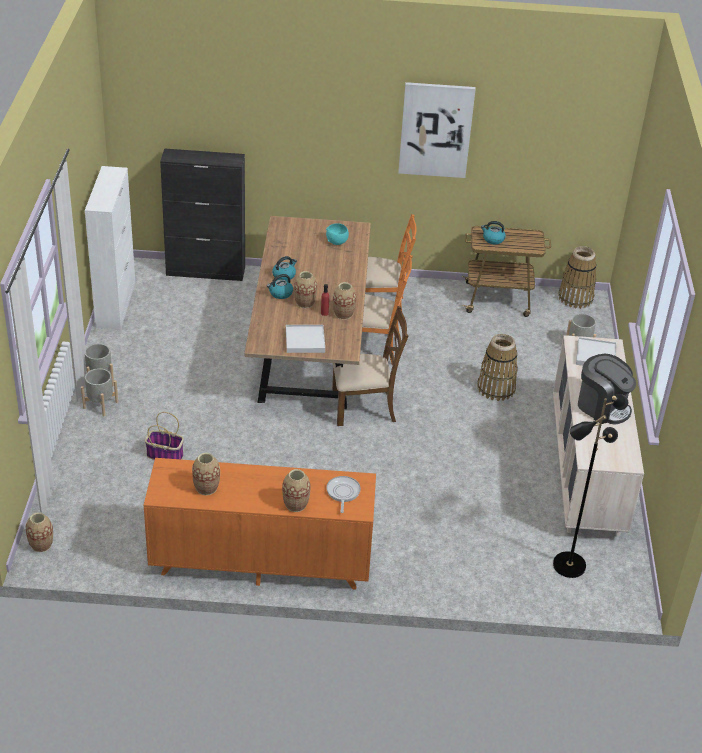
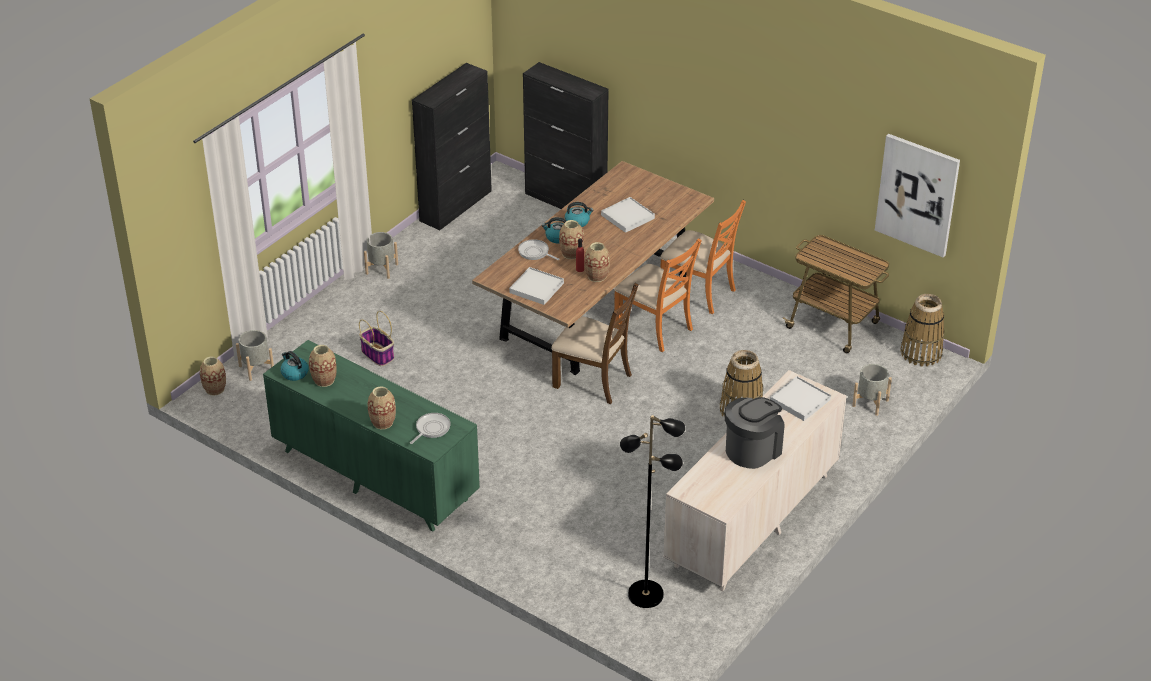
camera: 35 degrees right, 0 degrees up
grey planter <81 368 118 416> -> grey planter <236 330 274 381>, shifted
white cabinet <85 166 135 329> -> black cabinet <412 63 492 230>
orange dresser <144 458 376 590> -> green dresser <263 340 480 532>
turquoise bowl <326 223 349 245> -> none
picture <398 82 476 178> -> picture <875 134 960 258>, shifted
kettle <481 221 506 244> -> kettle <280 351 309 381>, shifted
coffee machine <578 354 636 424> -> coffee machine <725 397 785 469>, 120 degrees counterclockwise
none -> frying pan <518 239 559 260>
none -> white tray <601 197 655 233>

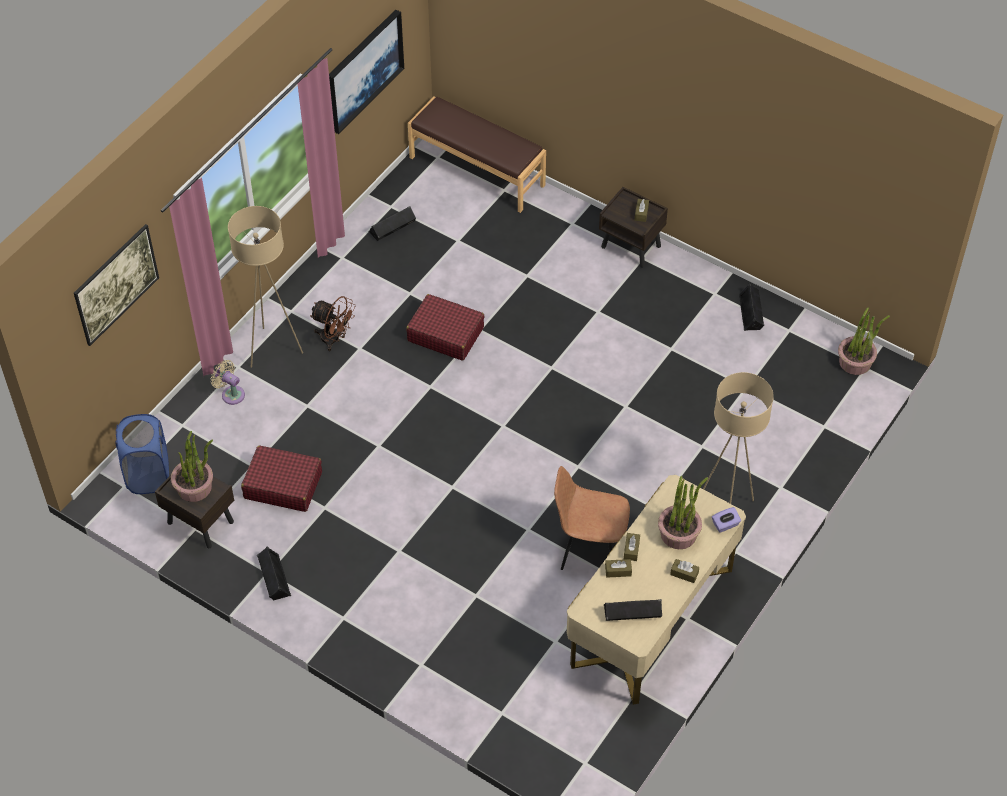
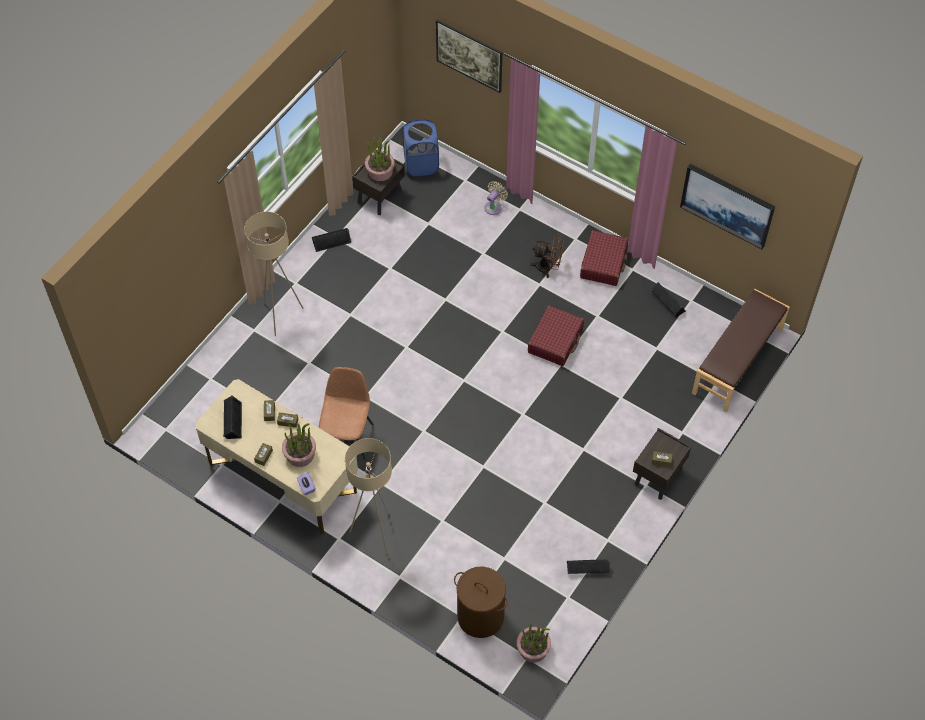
camera: 90 degrees right, 5 degrees up
beige floor lamp <228 206 303 368> -> beige floor lamp <244 212 304 336>, shifted
red suitcase <241 446 322 512> -> red suitcase <580 230 628 286>, shifted
brown fan <310 296 356 351> -> brown fan <530 234 564 278>, 105 degrees counterclockwise
none -> brown laundry basket <454 566 508 638>

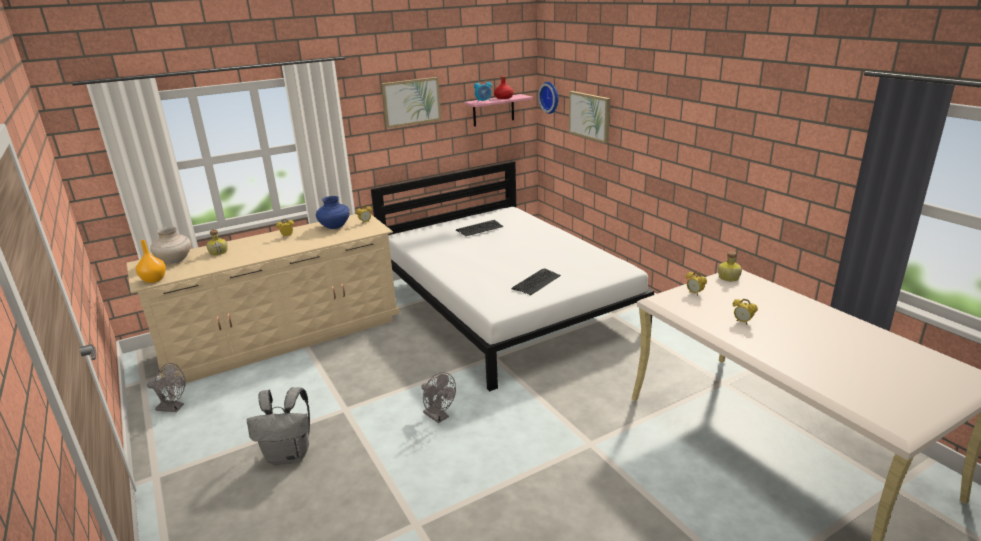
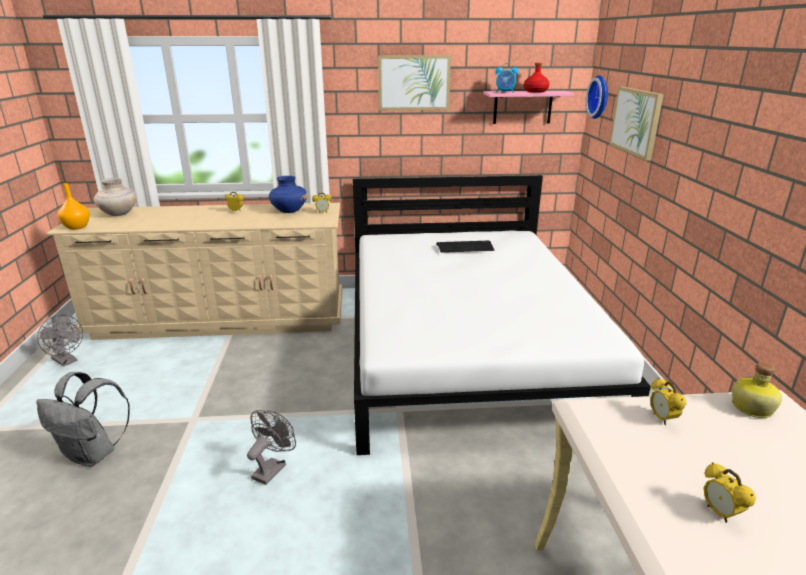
camera: 25 degrees right, 0 degrees up
bottle <206 230 228 255> -> none
grey fan <421 372 456 423> -> grey fan <247 410 296 485>, 135 degrees counterclockwise
keyboard <512 268 561 295> -> none

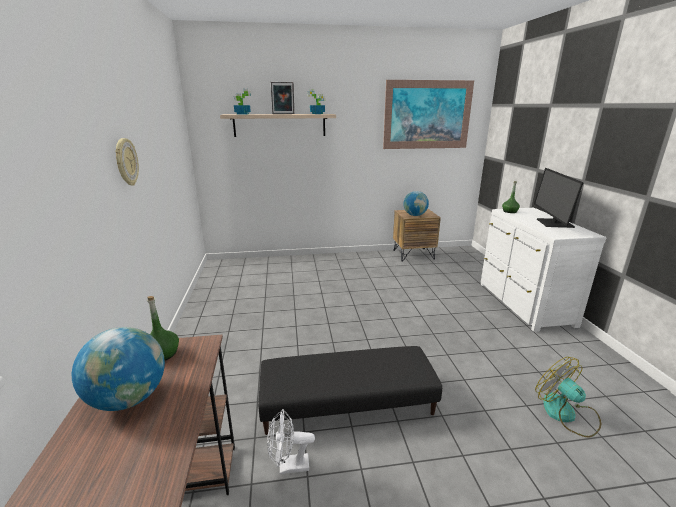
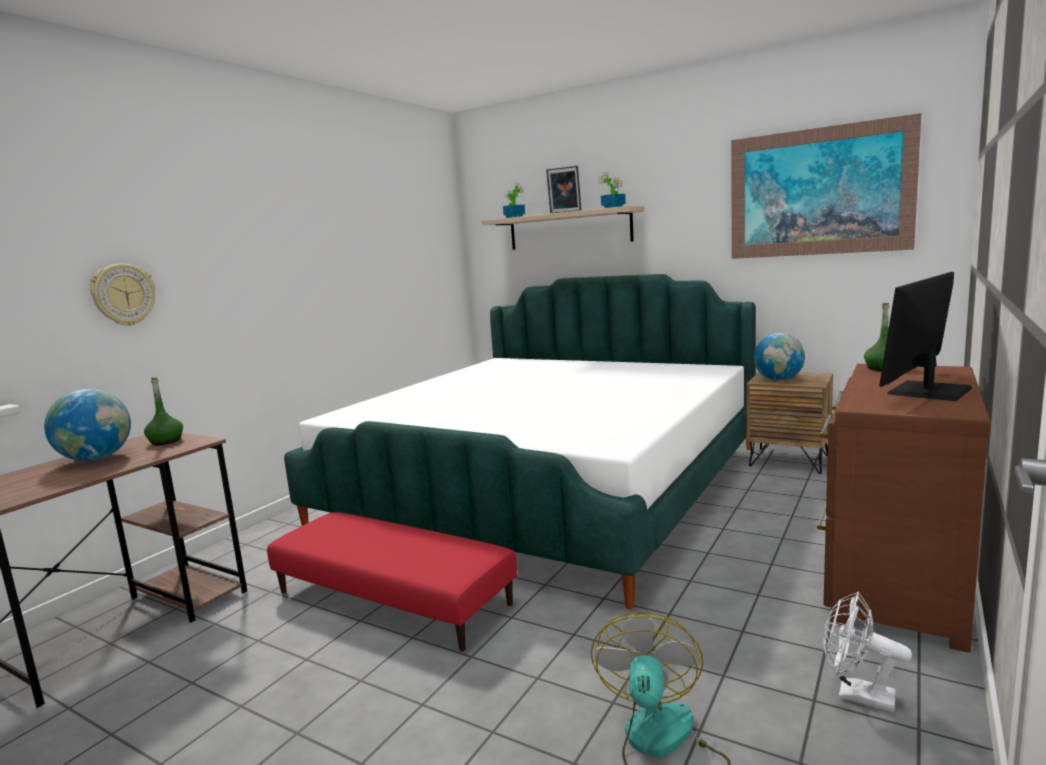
camera: 40 degrees right, 10 degrees down
wall clock <115 138 139 186> -> wall clock <90 263 155 326>, shifted
black ottoman <258 346 442 435> -> red ottoman <267 512 517 651>
white fan <267 409 315 474> -> white fan <823 591 912 712>, shifted
white dresser <481 208 606 332> -> brown dresser <817 364 991 653>
none -> bed <284 274 756 609>

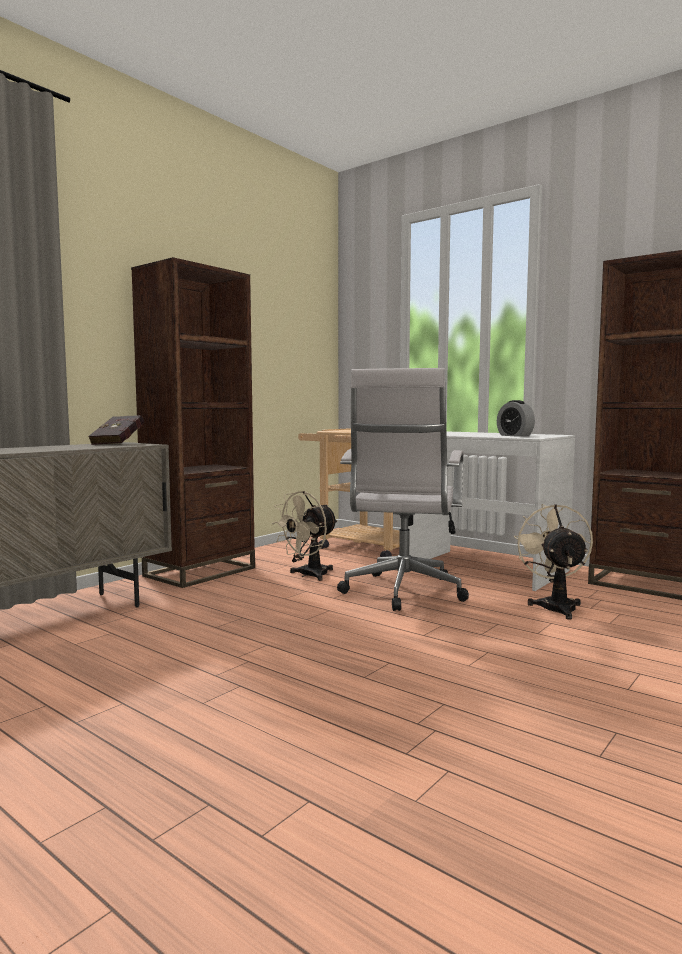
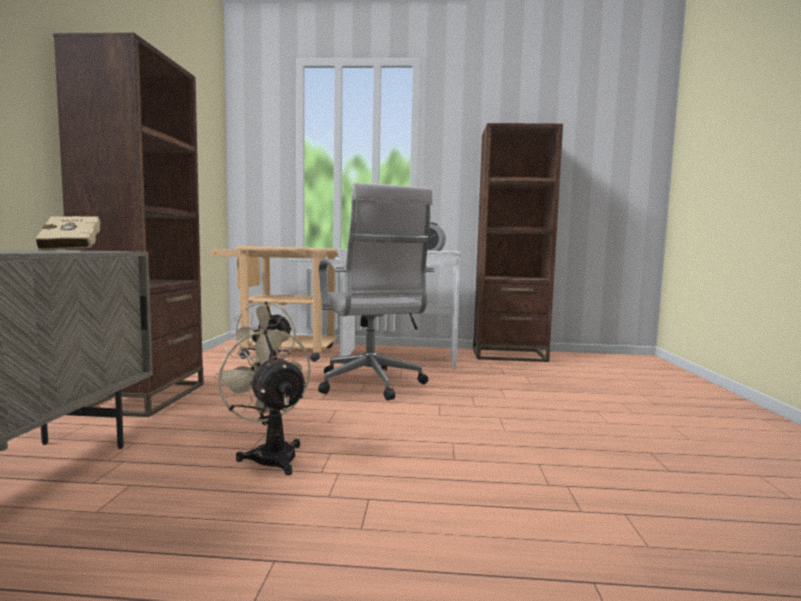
camera: 35 degrees left, 0 degrees up
red book <88 415 144 445> -> beige book <35 216 100 250>
beige fan <514 504 593 620> -> beige fan <214 329 311 475>, shifted

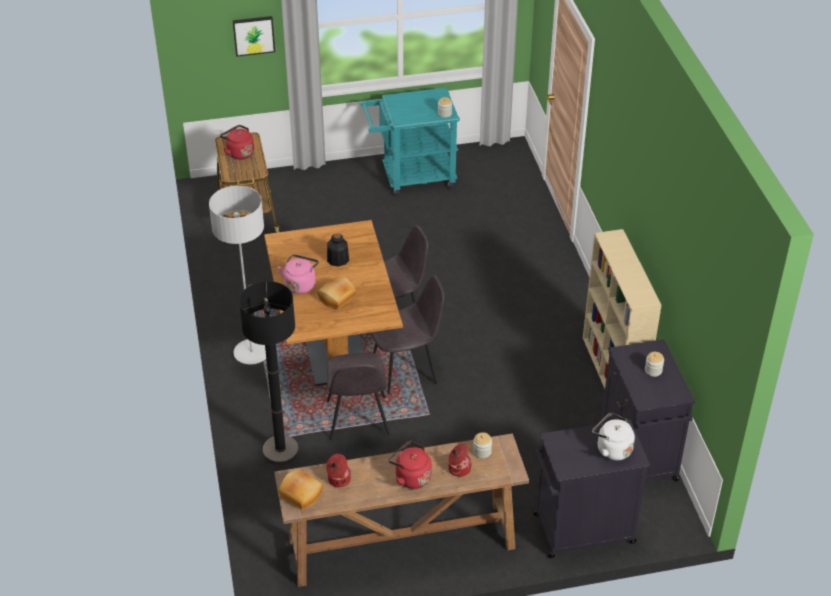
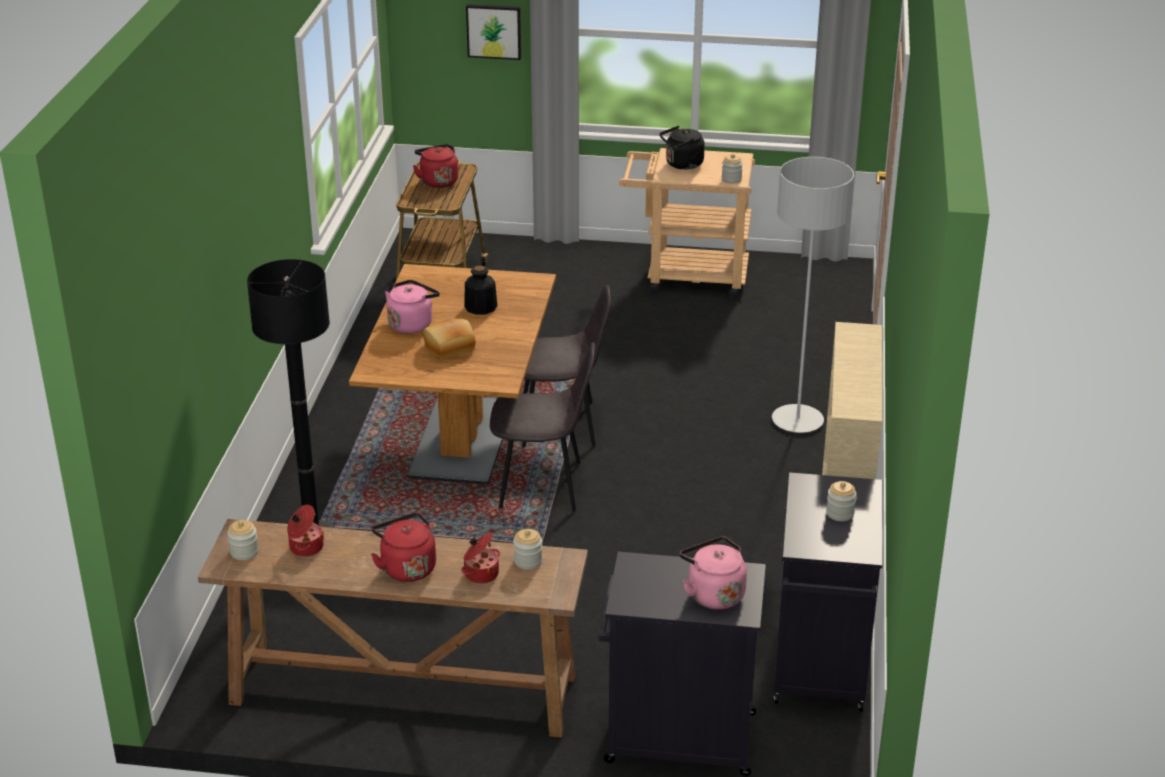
camera: 20 degrees right, 10 degrees down
grey floor lamp <209 186 266 364> -> grey floor lamp <772 157 854 433>, shifted
bread <279 470 323 510> -> jar <227 520 259 560>
grey chair <327 353 390 440> -> none
turquoise cart <360 88 460 196> -> beige cart <619 148 755 298>
white kettle <592 413 635 461> -> pink kettle <680 537 747 610>
none -> black kettle <660 126 705 170>

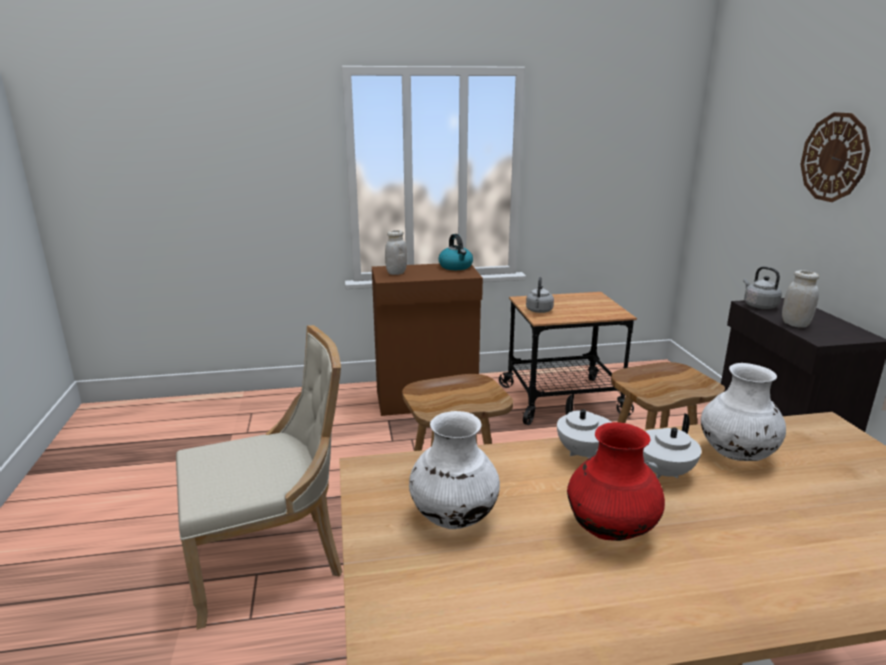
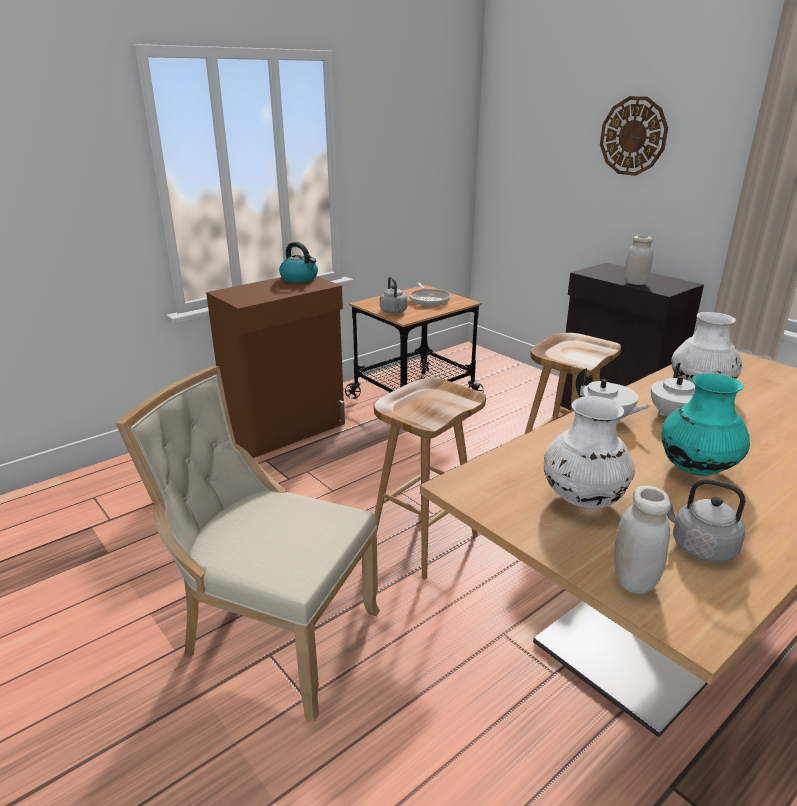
camera: 30 degrees left, 5 degrees up
beige chair <176 325 343 630> -> beige chair <116 366 380 722>, 105 degrees counterclockwise
white jar <385 230 407 275> -> white jar <614 486 671 594>, shifted
red vase <567 422 665 541> -> turquoise vase <661 373 750 476>
grey kettle <743 266 782 309> -> grey kettle <667 479 745 562>, shifted
none -> frying pan <409 282 451 306>

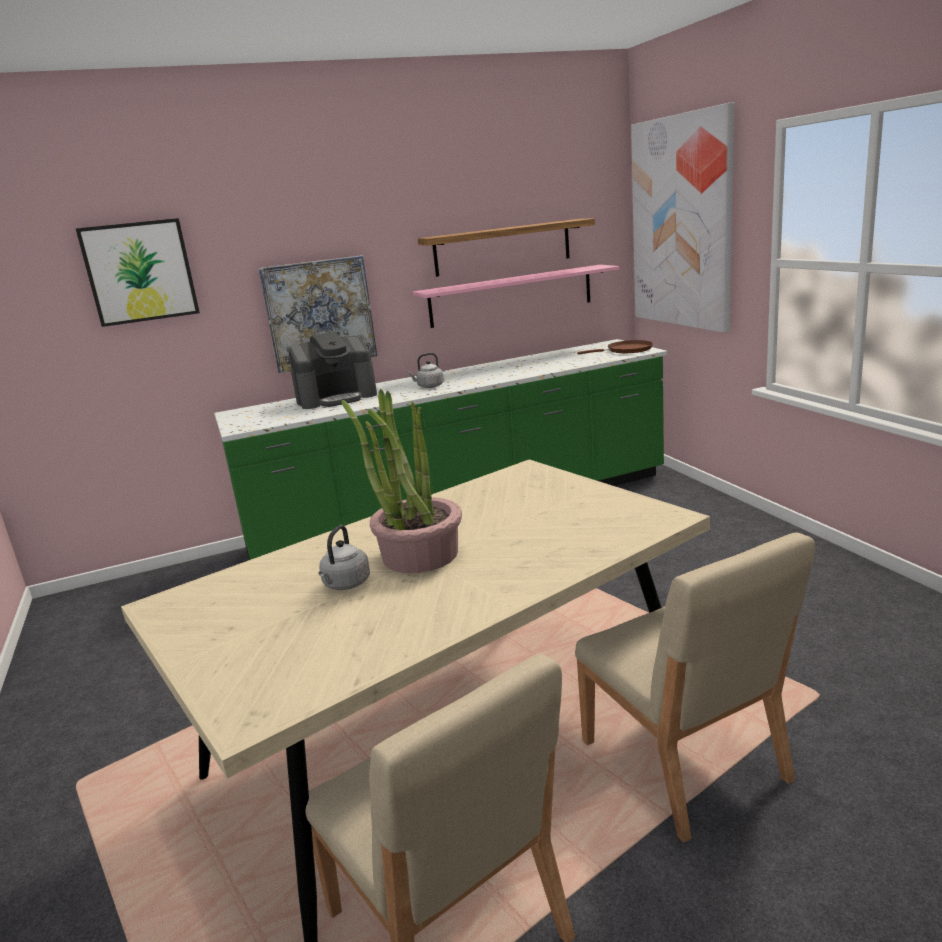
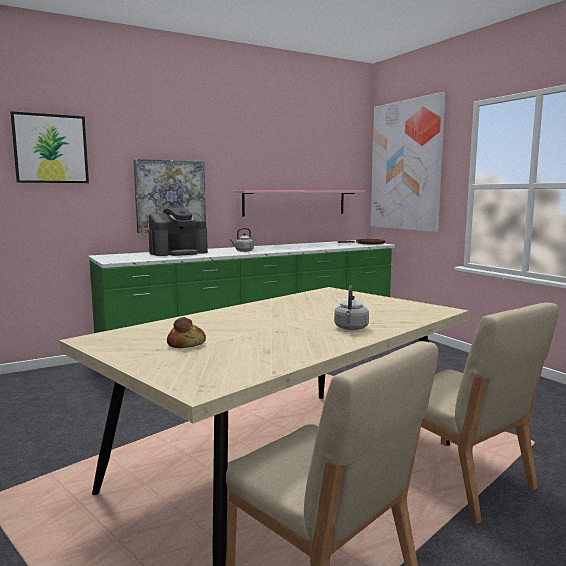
camera: 10 degrees left, 10 degrees down
grey kettle <319 525 370 590> -> grey kettle <334 285 369 330>, shifted
potted plant <341 389 462 573> -> none
shelf <418 218 595 277> -> none
none -> bread <167 317 206 348>

